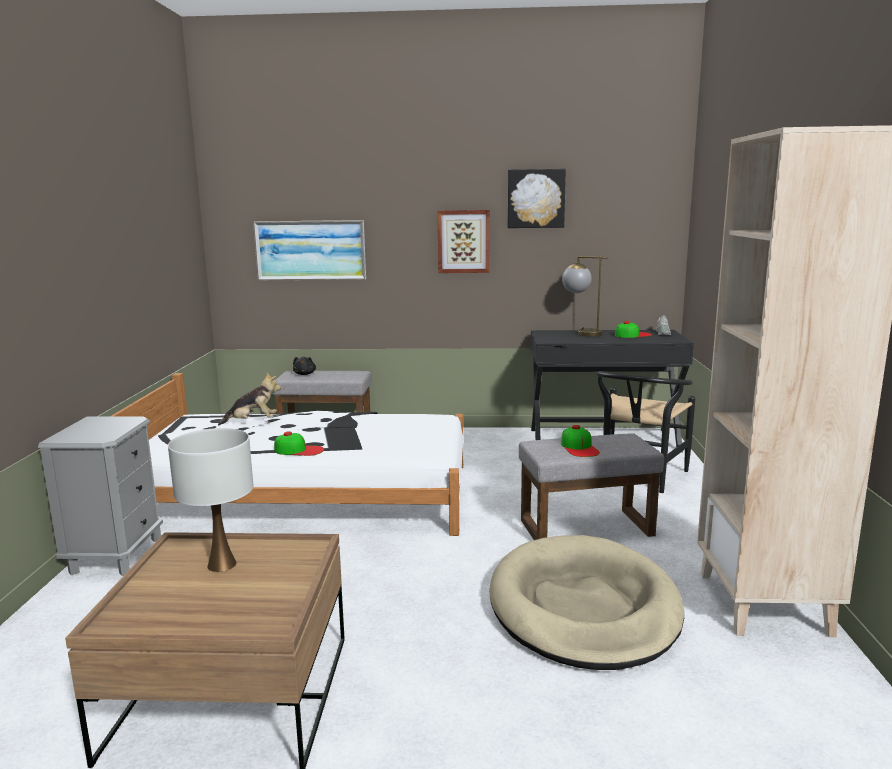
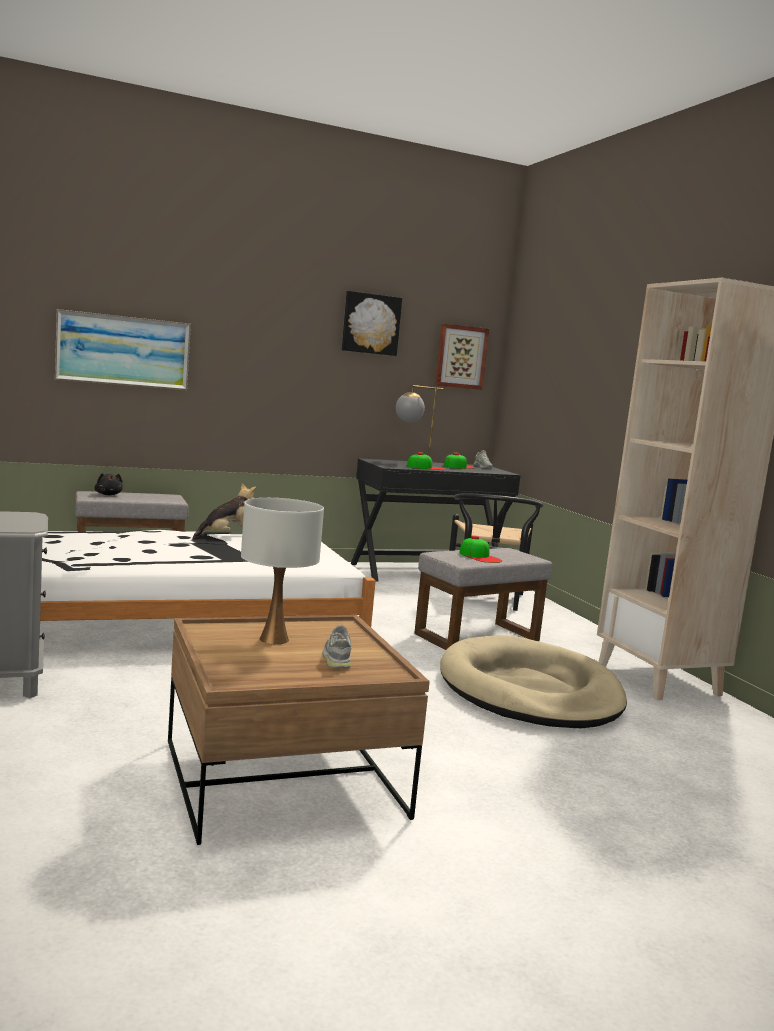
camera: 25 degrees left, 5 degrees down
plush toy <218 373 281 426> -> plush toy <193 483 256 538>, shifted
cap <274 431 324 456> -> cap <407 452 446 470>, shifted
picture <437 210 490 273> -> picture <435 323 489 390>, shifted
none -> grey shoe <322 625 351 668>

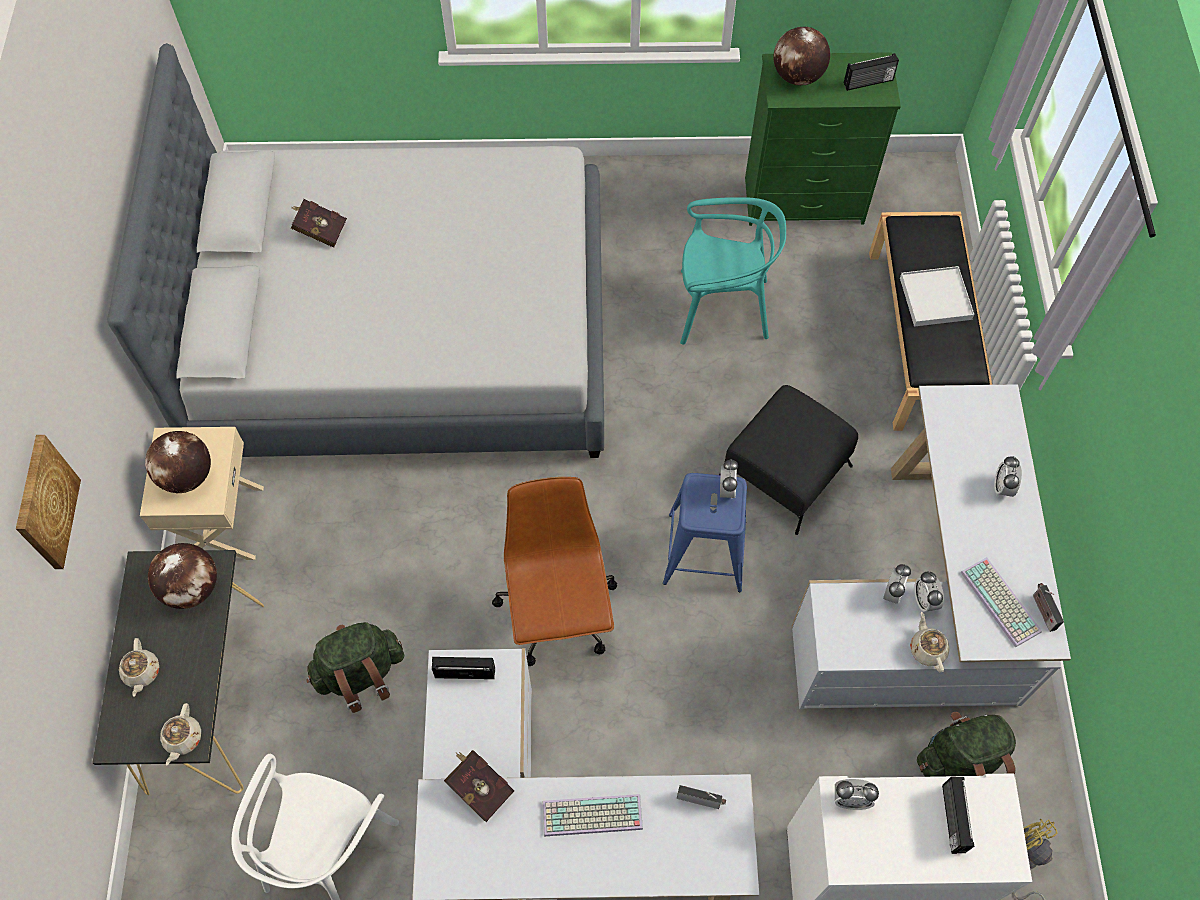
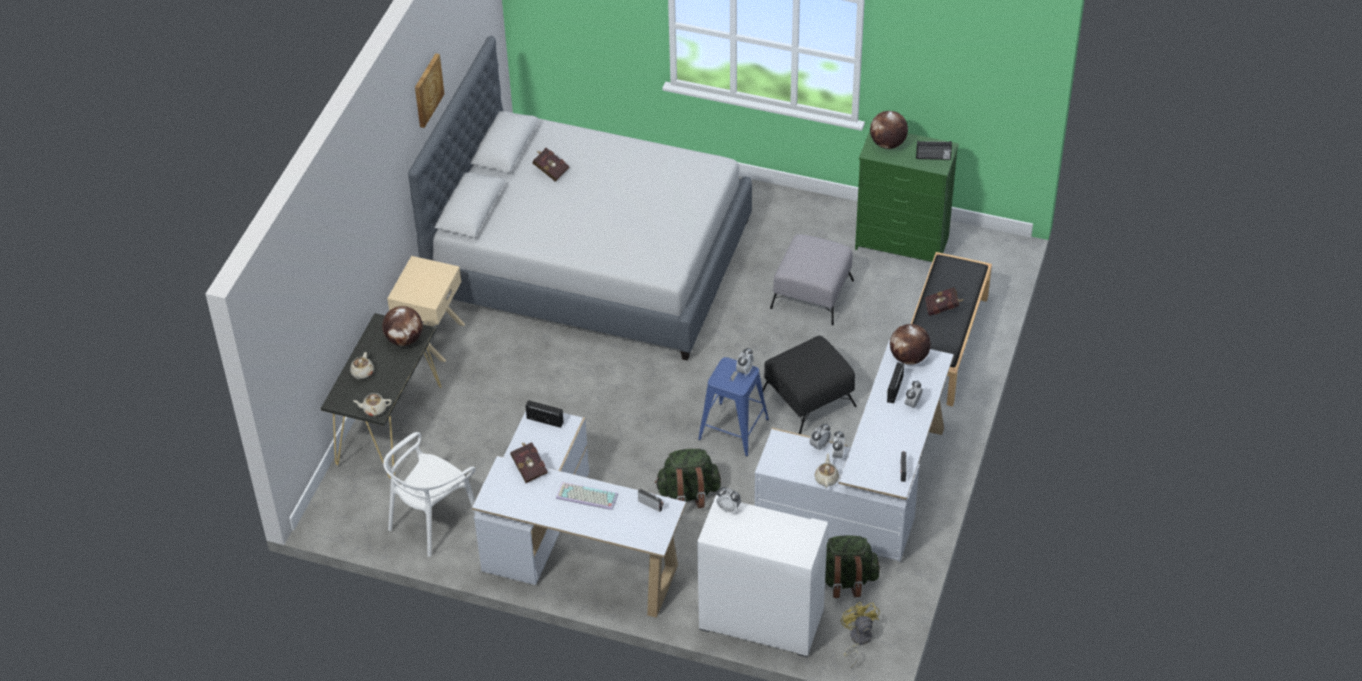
camera: 20 degrees right, 15 degrees down
picture <16 435 81 569> -> picture <415 53 444 128>, shifted
globe <145 431 211 493> -> globe <890 324 931 365>, shifted
beige teapot <160 703 201 765> -> beige teapot <353 393 392 416>, 60 degrees clockwise
green backpack <306 622 404 713> -> green backpack <655 449 721 509>, shifted
brown office chair <492 477 618 666> -> none
turquoise chair <680 197 786 345> -> grey ottoman <770 234 854 325>
white tray <900 266 974 327> -> red book <925 287 964 316>
radio <942 777 974 854> -> radio <887 362 904 403>, shifted
keyboard <960 557 1042 648> -> none

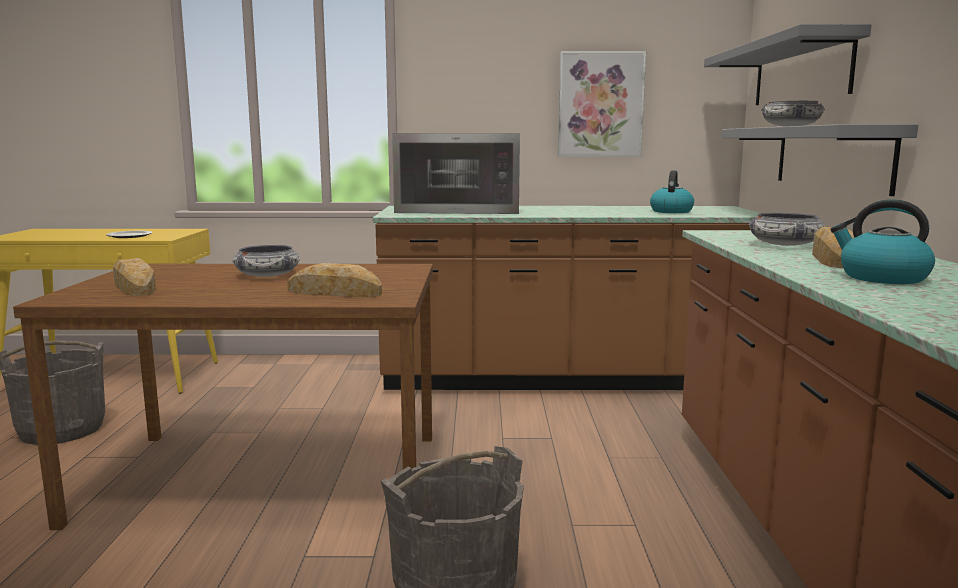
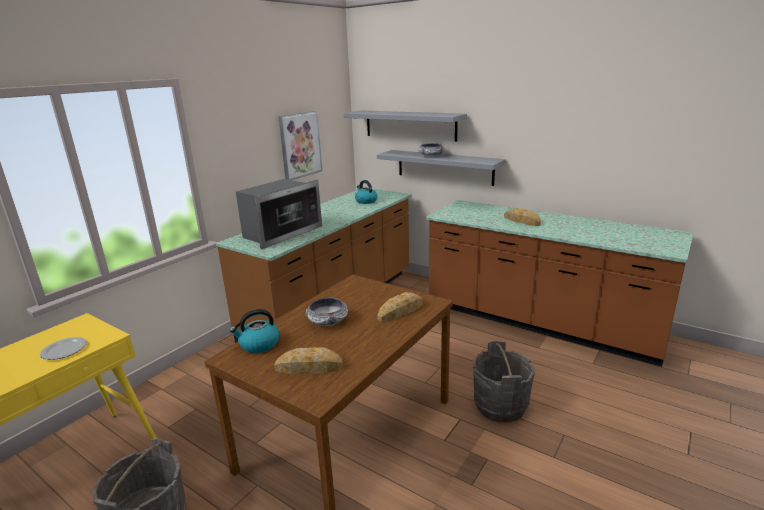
camera: 55 degrees left, 10 degrees up
bowl <749 212 825 246> -> none
kettle <831 199 935 284> -> kettle <230 309 279 353>, shifted

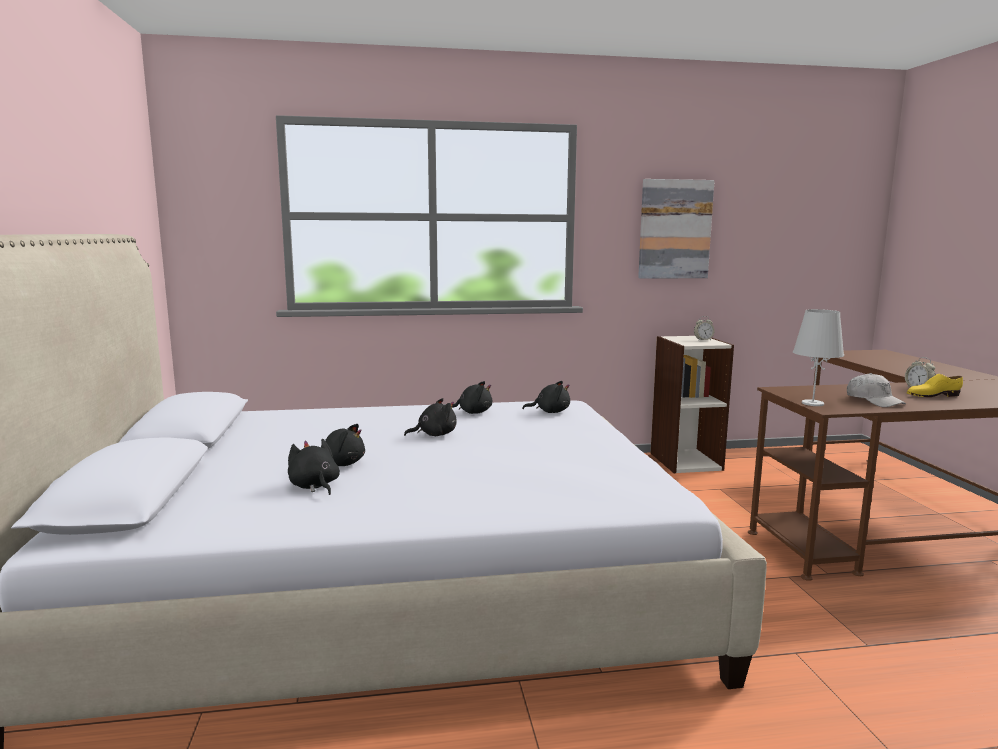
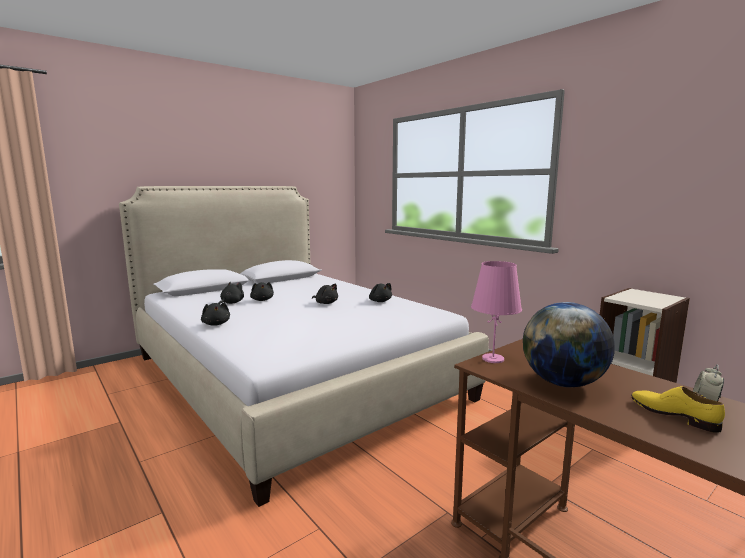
camera: 60 degrees right, 0 degrees up
black plush toy <522 381 570 413> -> black plush toy <201 303 230 326>, shifted
picture <638 179 715 279> -> none
alarm clock <694 316 715 341> -> none
white table lamp <793 309 844 406> -> pink table lamp <471 261 522 363>
white cap <847 373 906 407> -> globe <523 302 615 387>

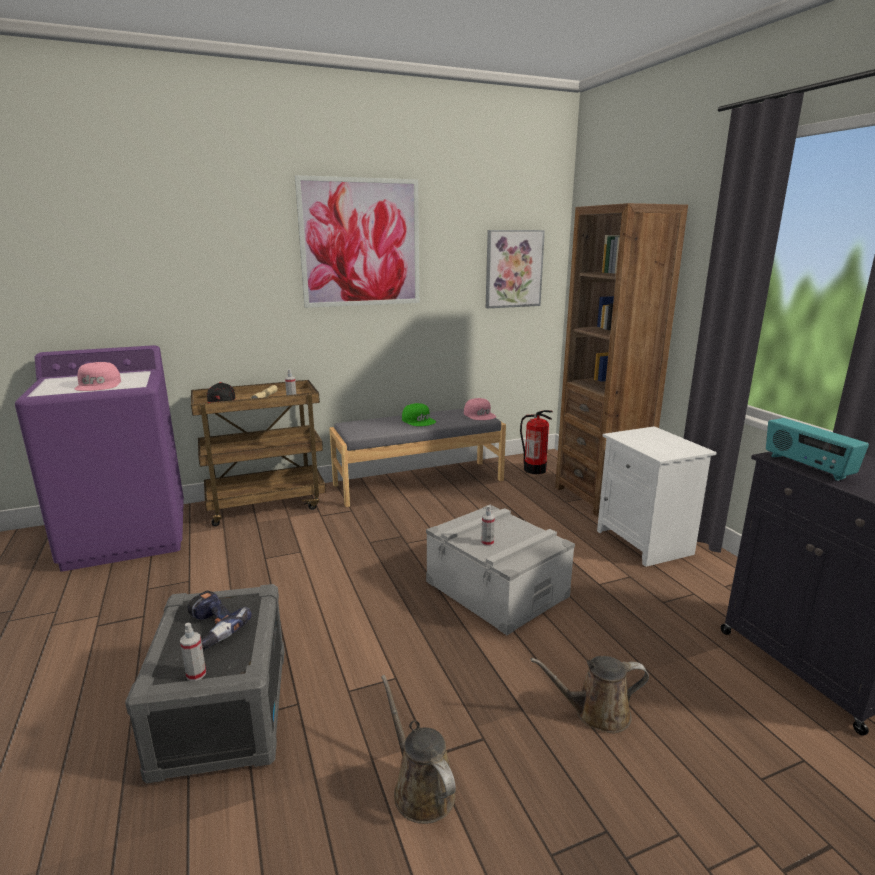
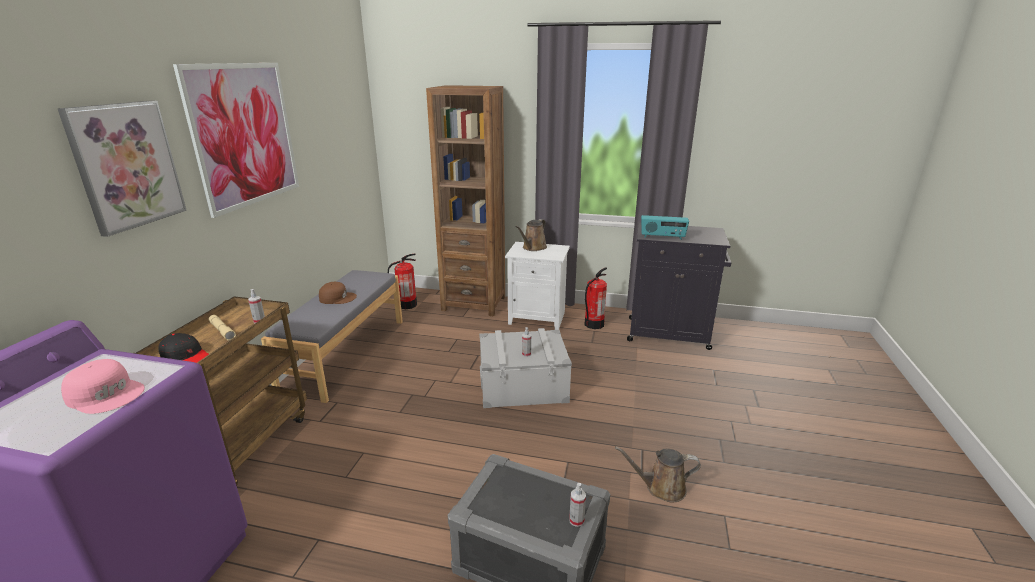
camera: 55 degrees left, 5 degrees up
power drill <188 590 252 649> -> none
green cap <402 403 436 426> -> brown cap <319 282 357 304>
pink cap <464 398 496 420> -> none
picture <486 230 545 308> -> picture <58 100 187 237>, shifted
brown watering can <530 656 649 733> -> brown watering can <515 219 547 251>, shifted
none -> fire extinguisher <585 267 607 329>

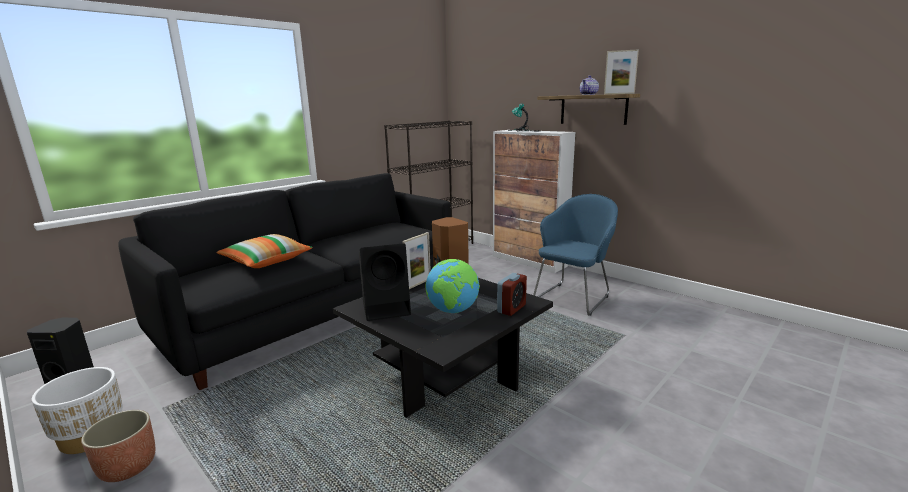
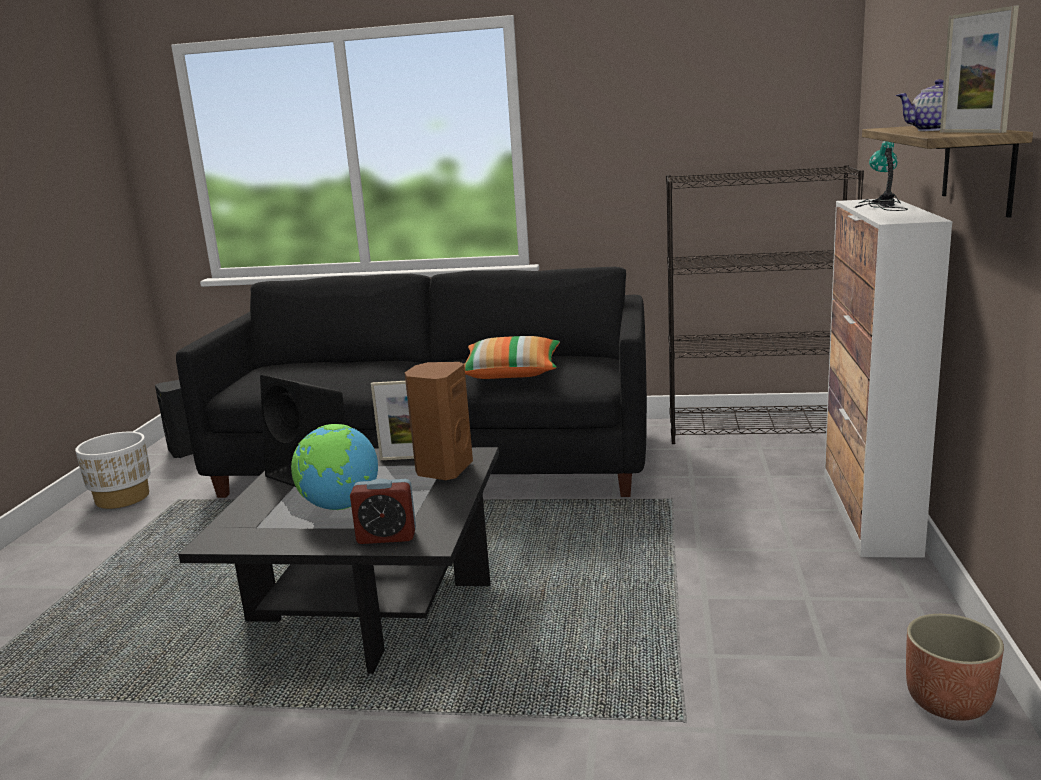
camera: 55 degrees right, 0 degrees up
planter <81 410 155 482> -> planter <906 614 1004 721>, shifted
pillow <216 234 312 268> -> pillow <464 336 560 379>, shifted
blue armchair <533 194 618 316> -> none

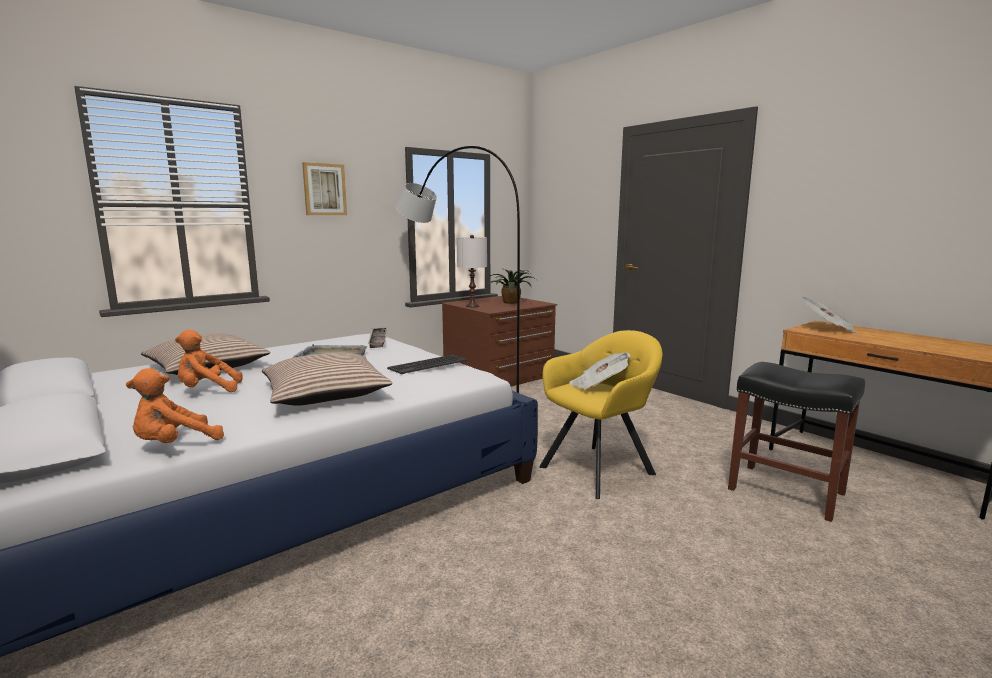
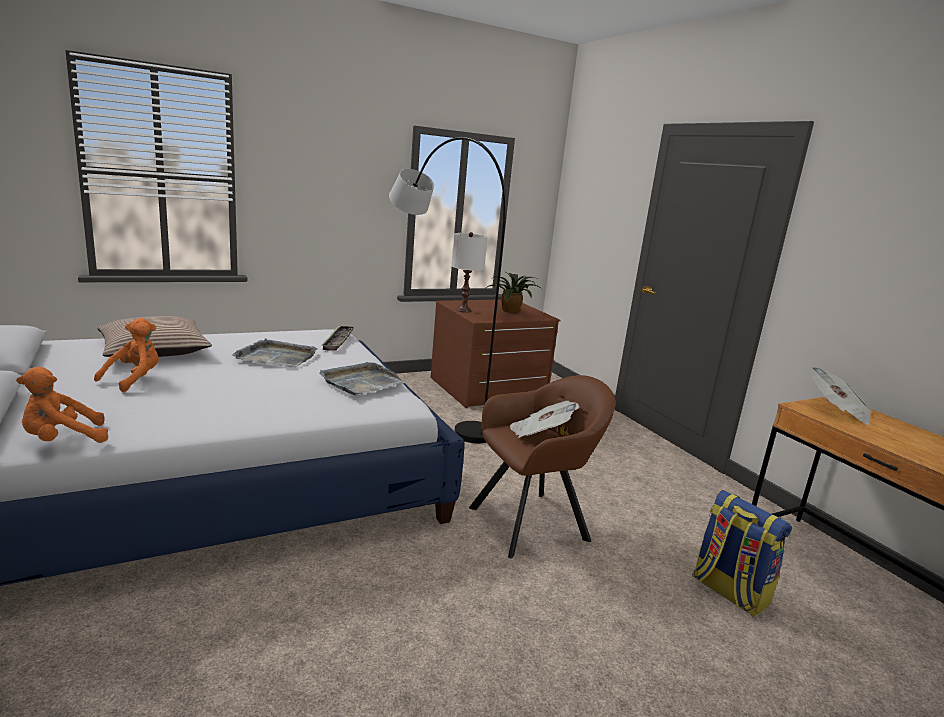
camera: 10 degrees right, 5 degrees up
orange plush toy <175 330 243 392> -> orange plush toy <94 318 159 392>, 120 degrees clockwise
pillow <262 352 392 406> -> none
picture <302 162 347 215> -> none
keyboard <387 355 467 374> -> grey tray <319 362 406 395>
yellow armchair <539 330 663 499> -> brown armchair <469 375 615 558>
black stool <728 362 865 522> -> backpack <692 490 792 617>

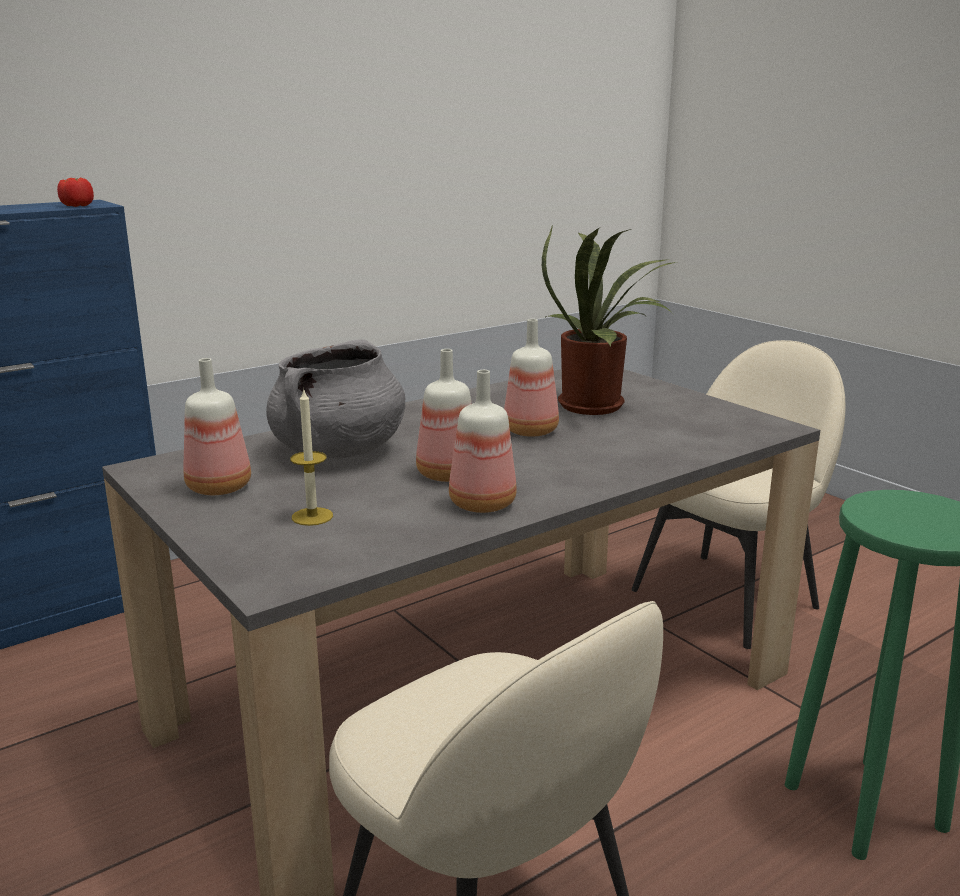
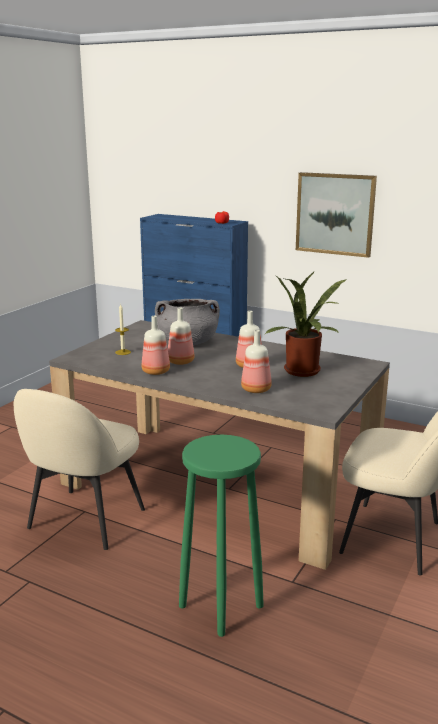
camera: 65 degrees right, 0 degrees up
bottle <184 358 251 495> -> bottle <241 330 272 393>, shifted
none -> picture <296 172 377 258>

